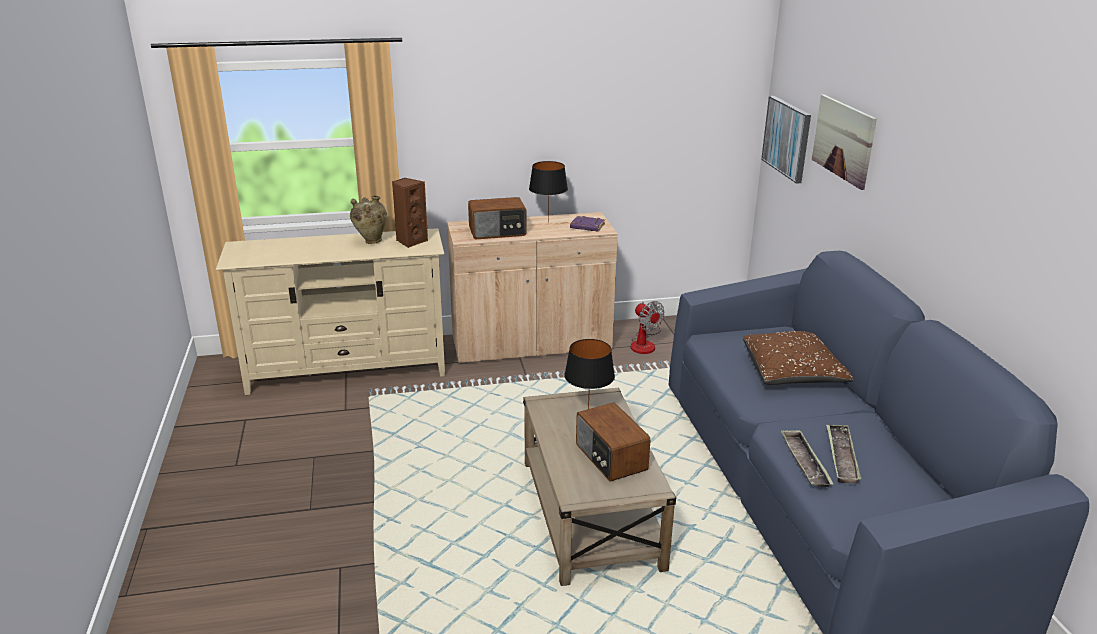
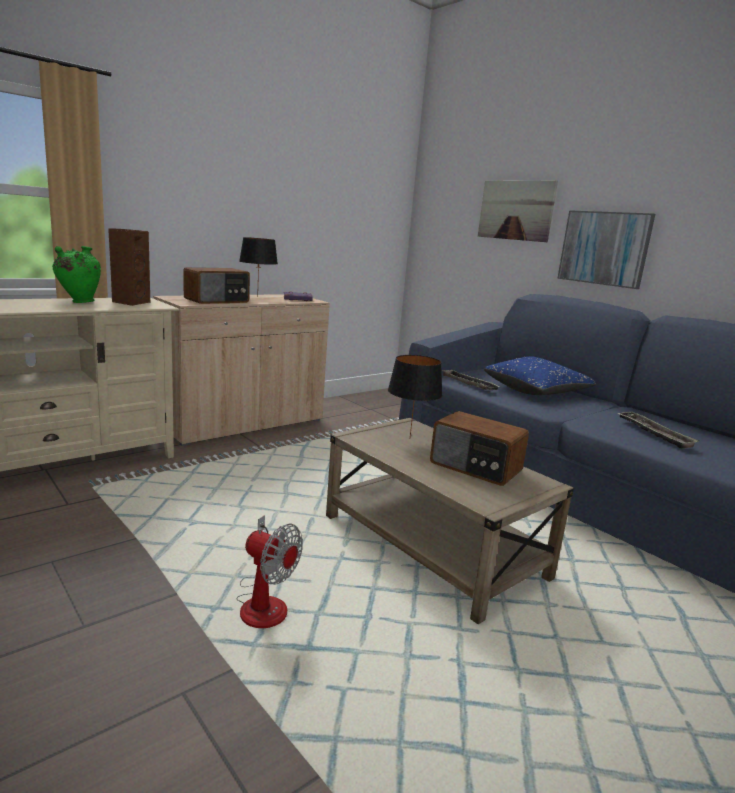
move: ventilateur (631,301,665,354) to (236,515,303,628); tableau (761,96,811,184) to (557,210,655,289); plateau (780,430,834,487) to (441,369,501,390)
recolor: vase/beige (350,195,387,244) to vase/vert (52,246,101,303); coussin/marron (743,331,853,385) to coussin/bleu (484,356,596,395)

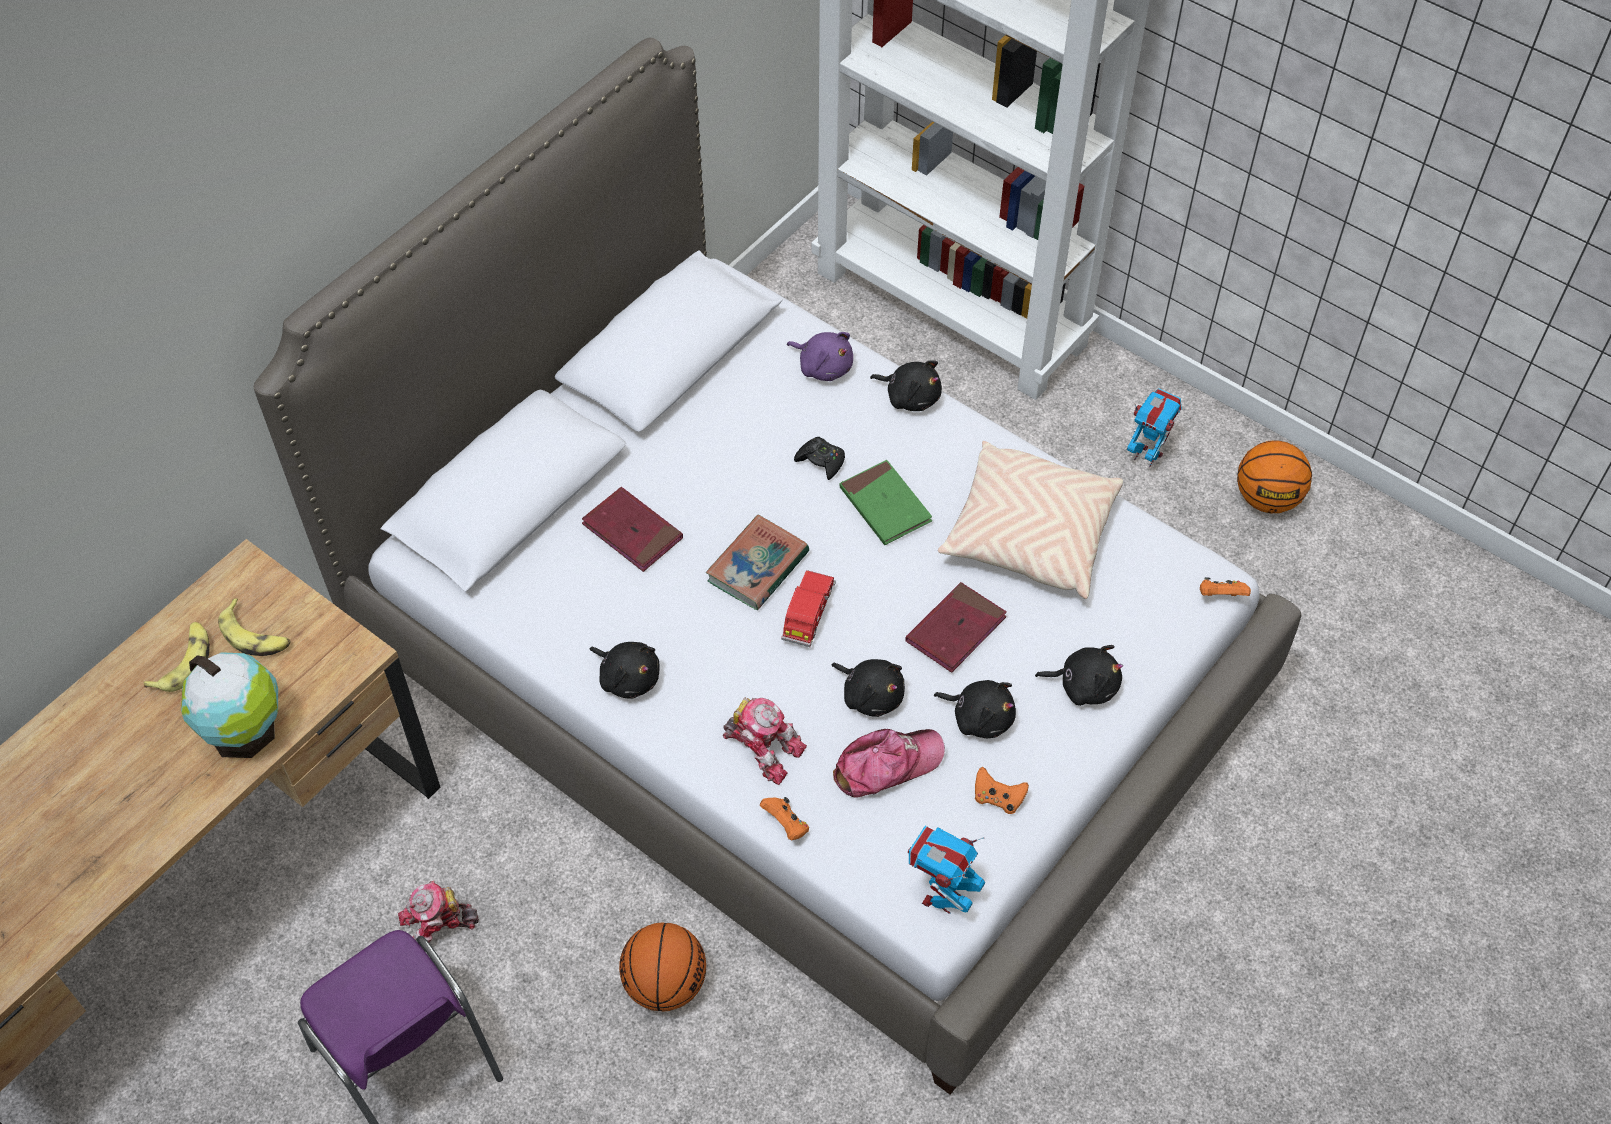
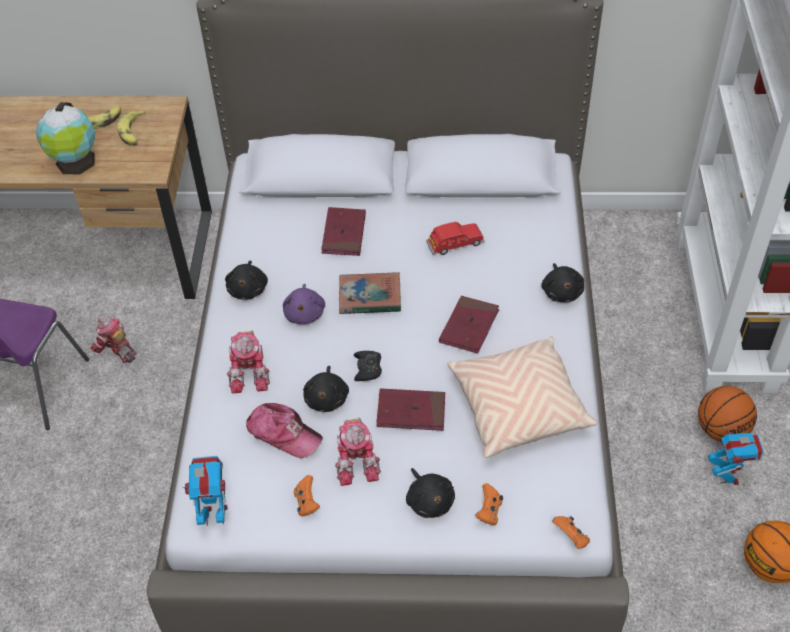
move: ballon de basket (619,923,706,1011) to (698,386,757,442); manette/orange (760,797,809,840) to (475,483,503,525); petite voiture/rouge (781,570,836,647) to (426,222,485,255); peluche/violet (787,332,853,381) to (283,284,325,325); manette/noir (794,437,845,480) to (354,351,382,381)
replace: peluche/noir (934,680,1016,738) to robot jouet (335,418,381,486)
recolor: livre/vert (840,460,932,545) to livre/rouge (439,296,499,354)

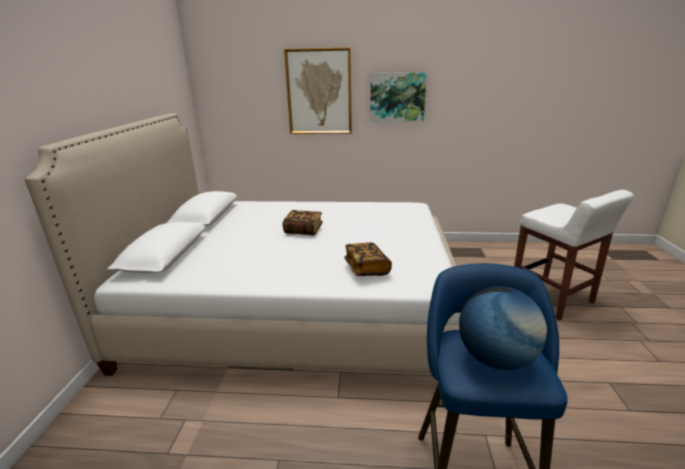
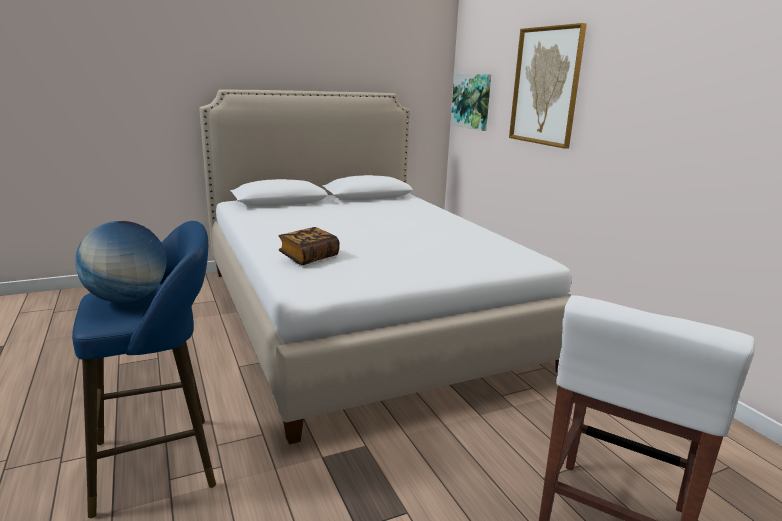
delete: livre (283,210,323,236)
move: tableau (370,72,427,122) to (451,74,491,131)

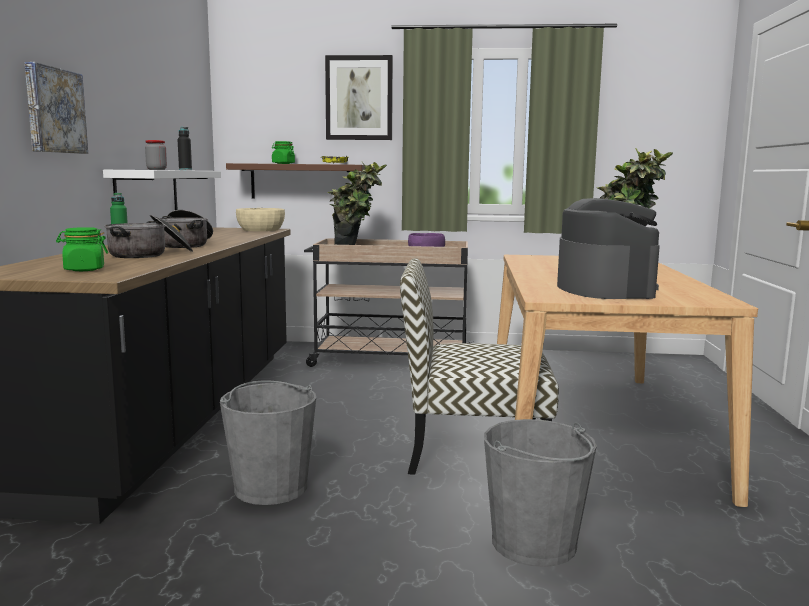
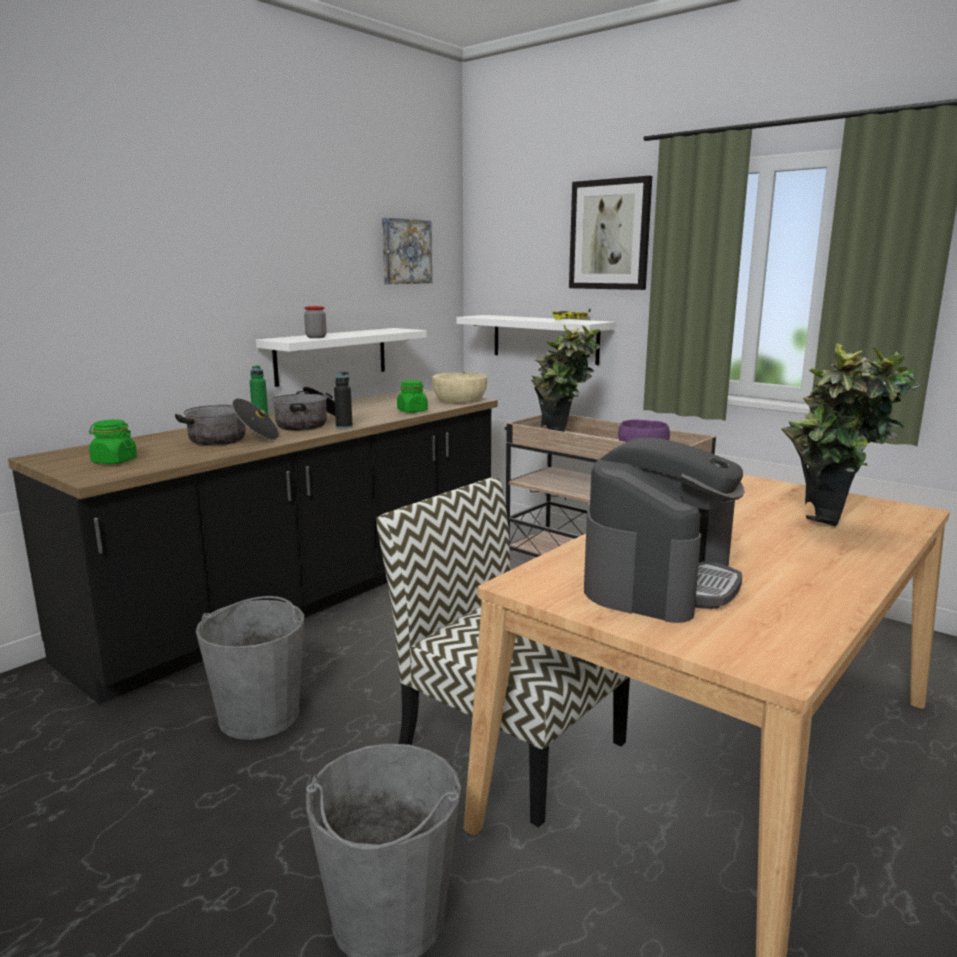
move: tableau (25,62,88,154) to (382,218,432,284); bouteille/noir (178,127,192,170) to (334,371,353,429); bocal/vert (272,141,295,164) to (397,380,428,413)
recolor: étagère/marron (226,163,367,198) to étagère/blanc (457,315,615,365)

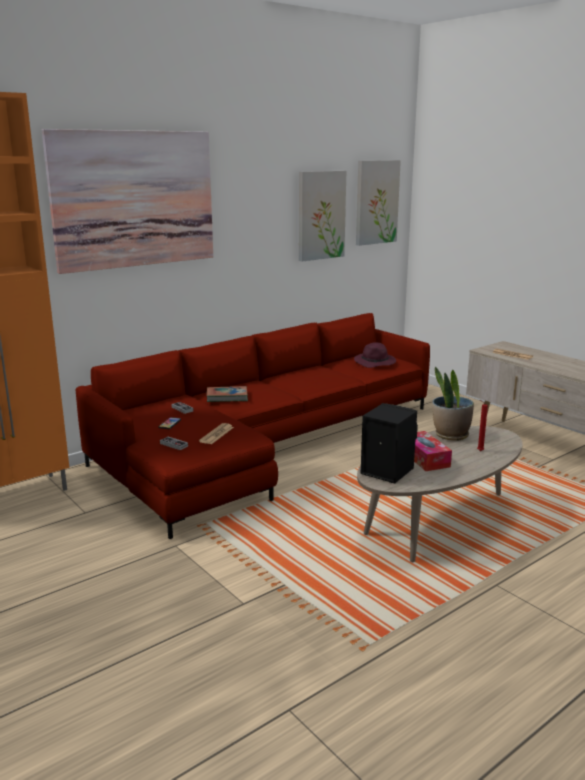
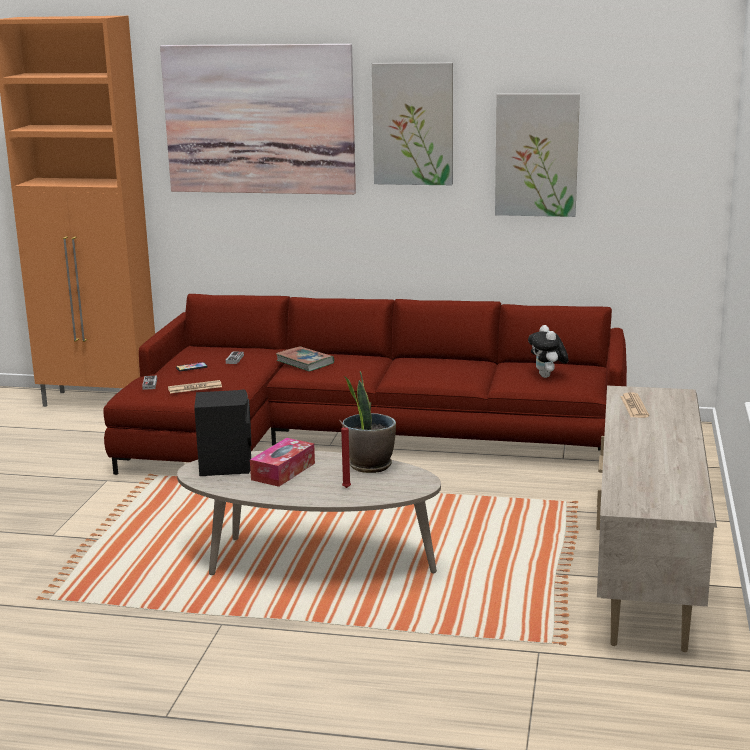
move: tableau (356,160,401,246) to (372,63,453,185)
replace: chapeau/violet (354,342,396,368) to peluche (528,325,569,378)

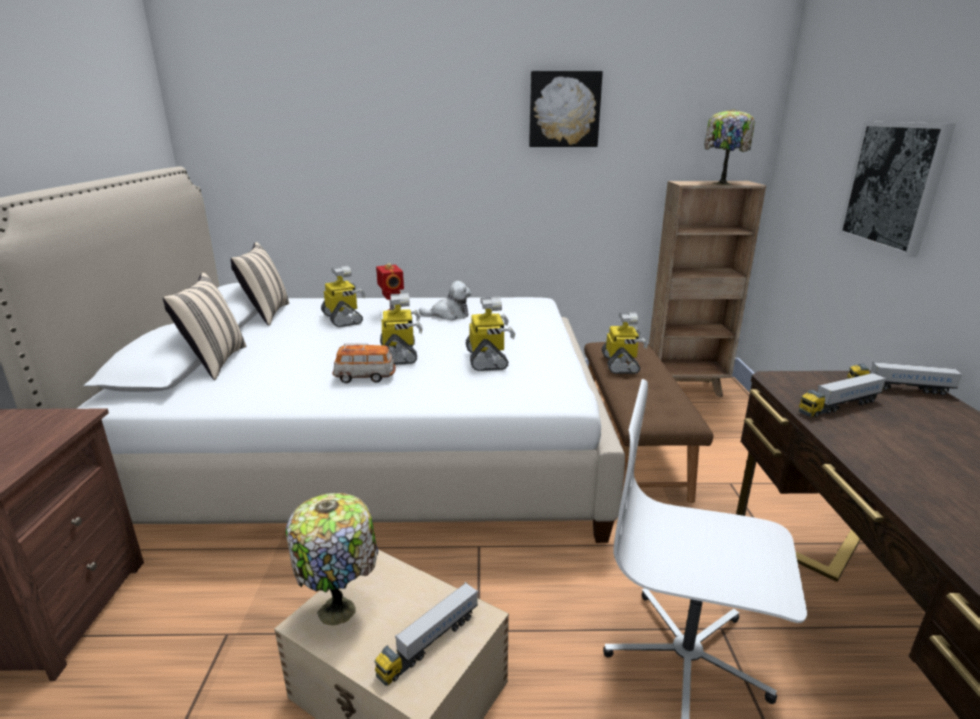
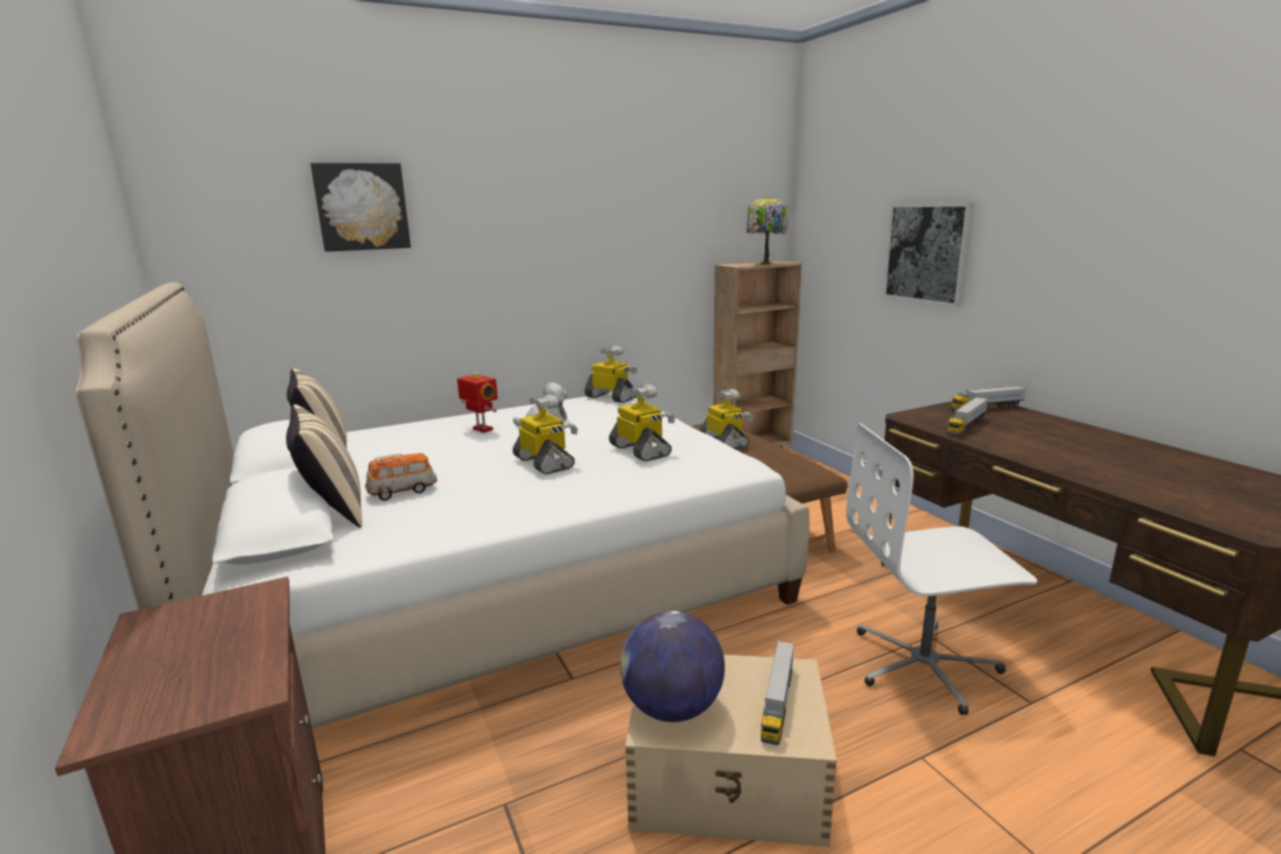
move: robot jouet (321,266,366,327) to (584,345,637,403); petite voiture (332,343,396,383) to (365,453,437,501); tableau (529,71,603,147) to (311,163,411,252)
replace: lampe de table (286,493,378,626) to globe (620,611,725,722)

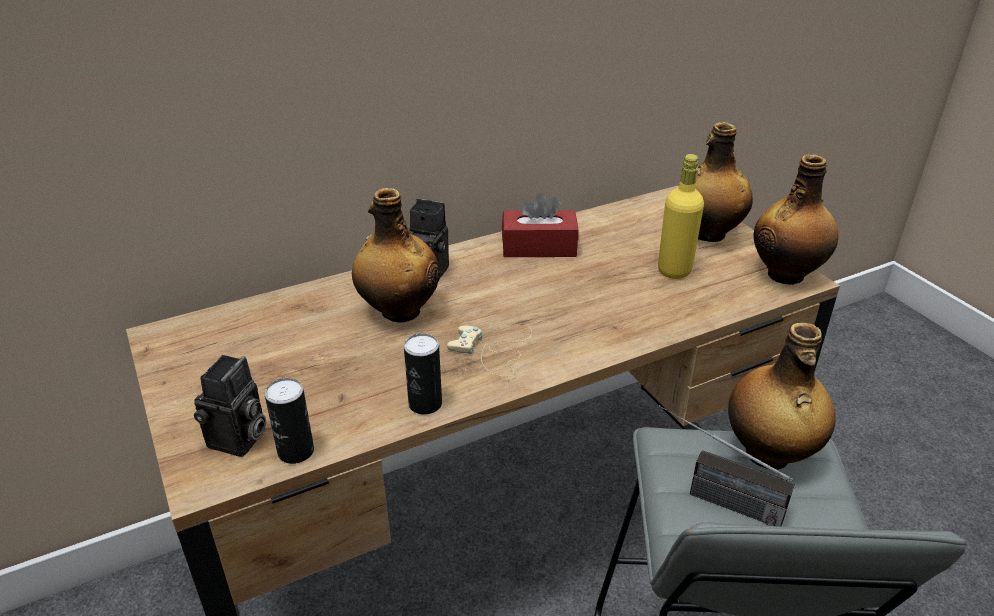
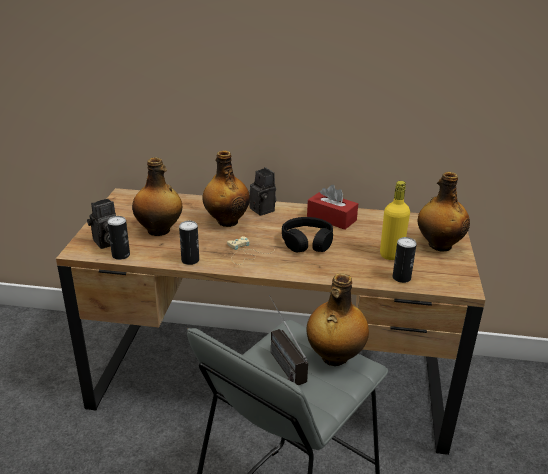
insert: casque audio/noir (282,217,333,253); boîte métallique (392,237,417,283)
move: bouteille (754,154,838,285) to (132,157,182,236)

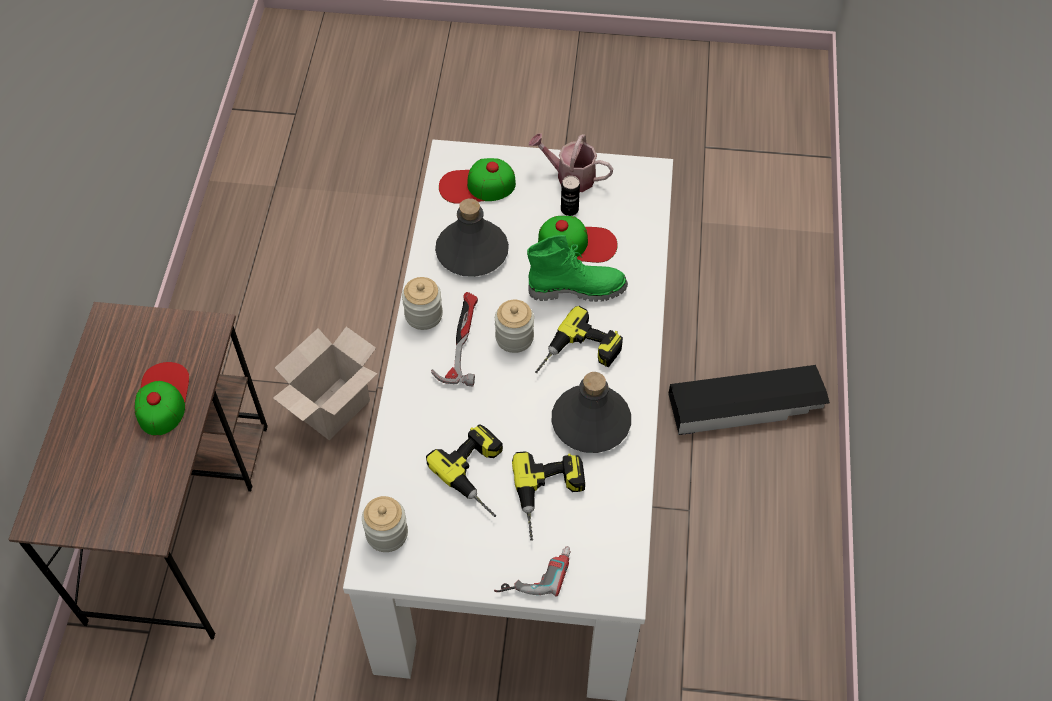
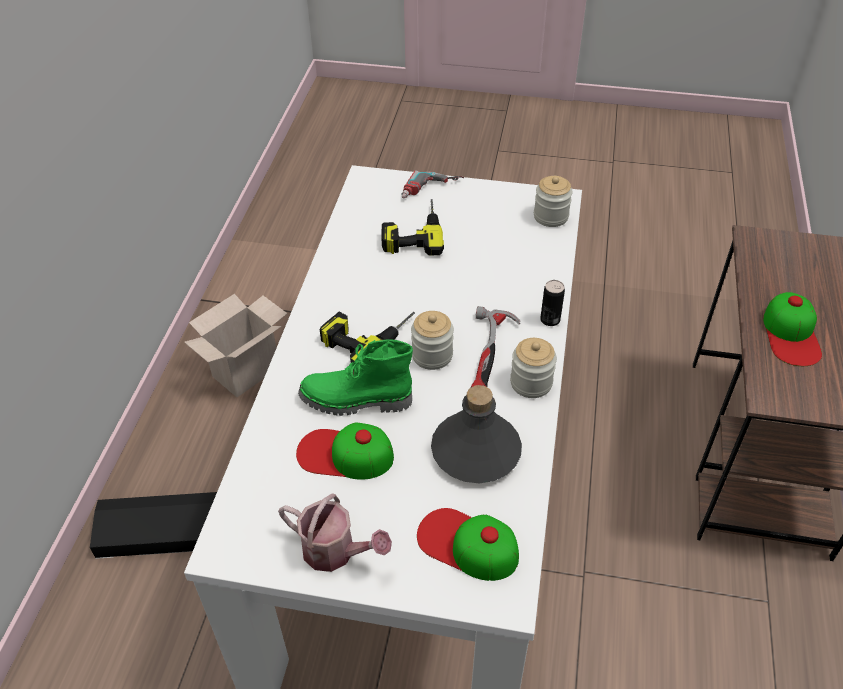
delete: perceuse (426,424,503,517); bouteille/gris (552,372,631,453)
move: carton (273,327,377,440) to (184,294,287,397); boîte métallique (561,176,580,216) to (540,280,565,326)
rotate: casquette (439,158,516,204) = (417,508,519,581) 150 degrees counterclockwise

